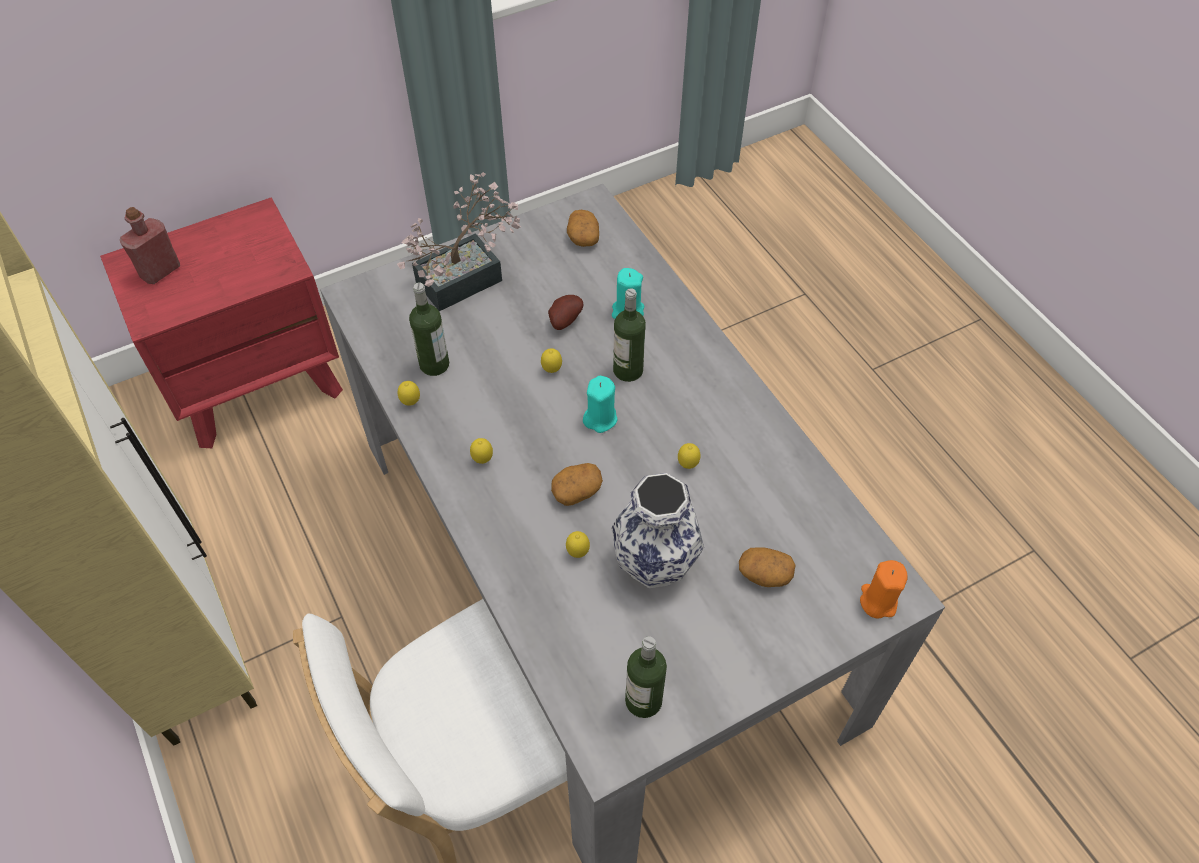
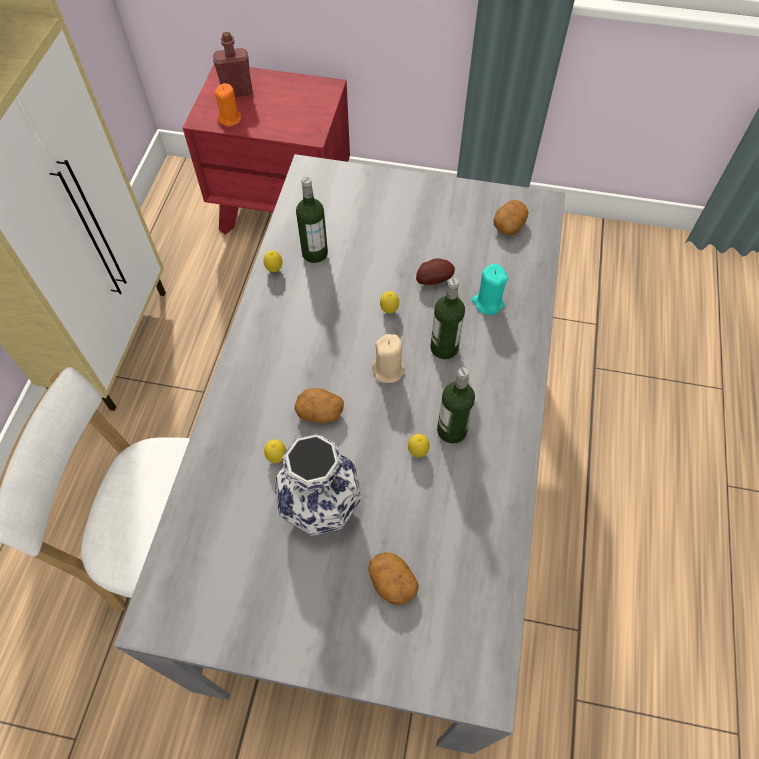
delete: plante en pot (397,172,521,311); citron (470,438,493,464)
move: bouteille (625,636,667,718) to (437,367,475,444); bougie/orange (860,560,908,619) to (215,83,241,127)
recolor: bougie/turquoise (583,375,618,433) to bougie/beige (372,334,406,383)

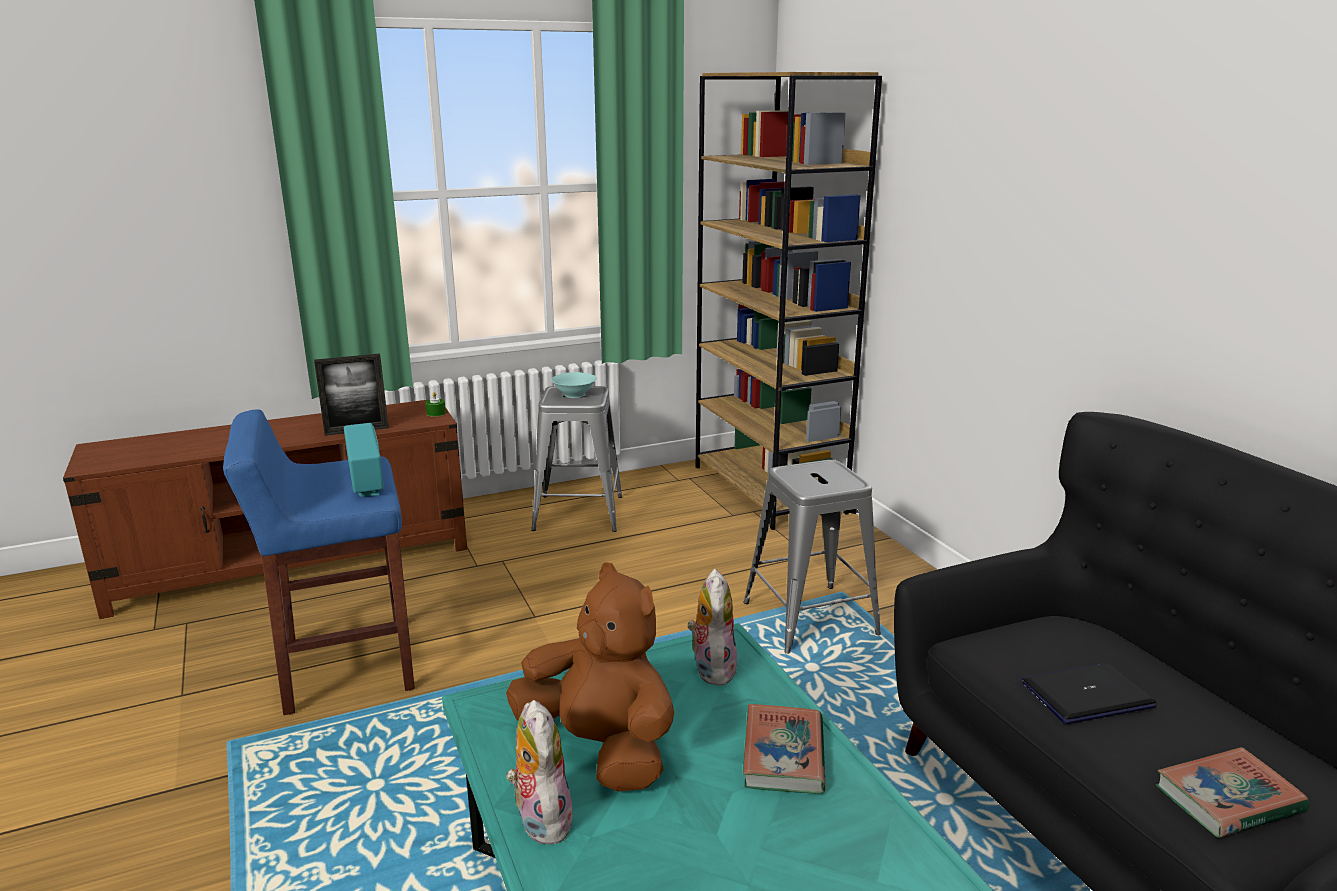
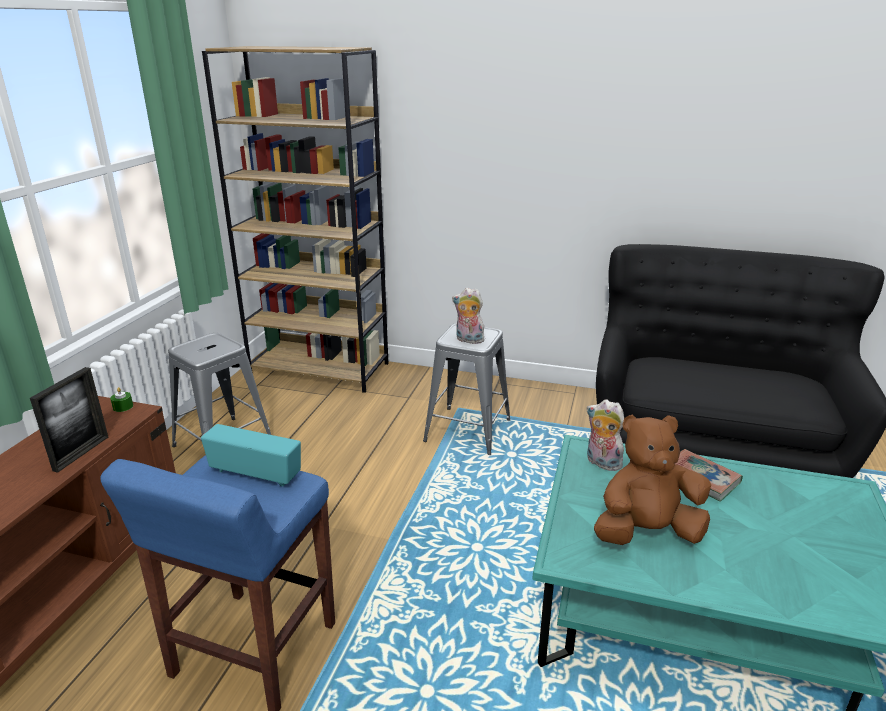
delete: bol/turquoise (551,372,597,398); ordinateur portable (1022,663,1156,724); livre (1156,747,1309,838)
move: peluche (506,700,575,844) to (452,288,486,344)

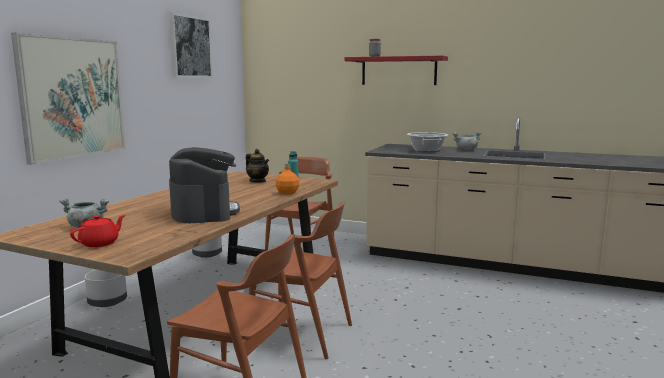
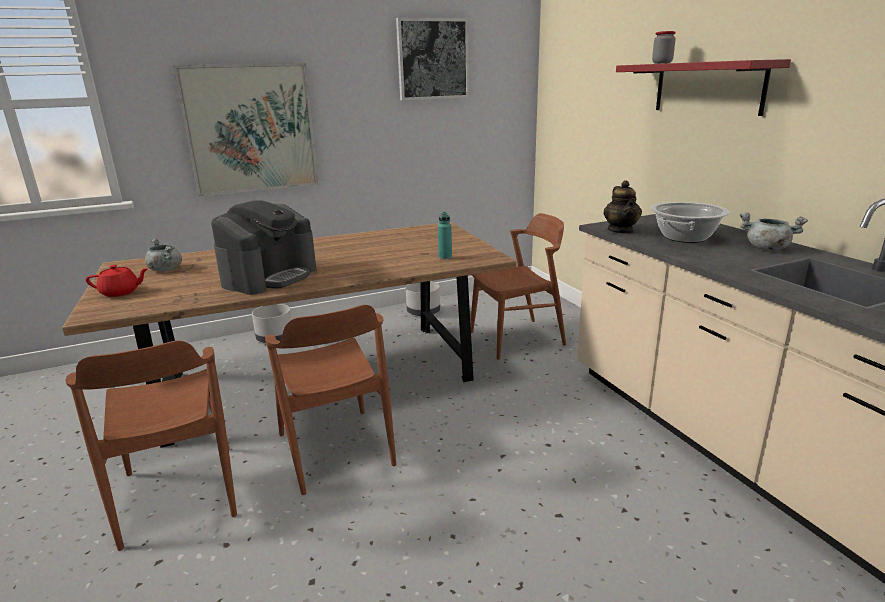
delete: bouteille/orange (276,164,299,195)
move: théière (246,149,269,183) to (603,180,642,234)

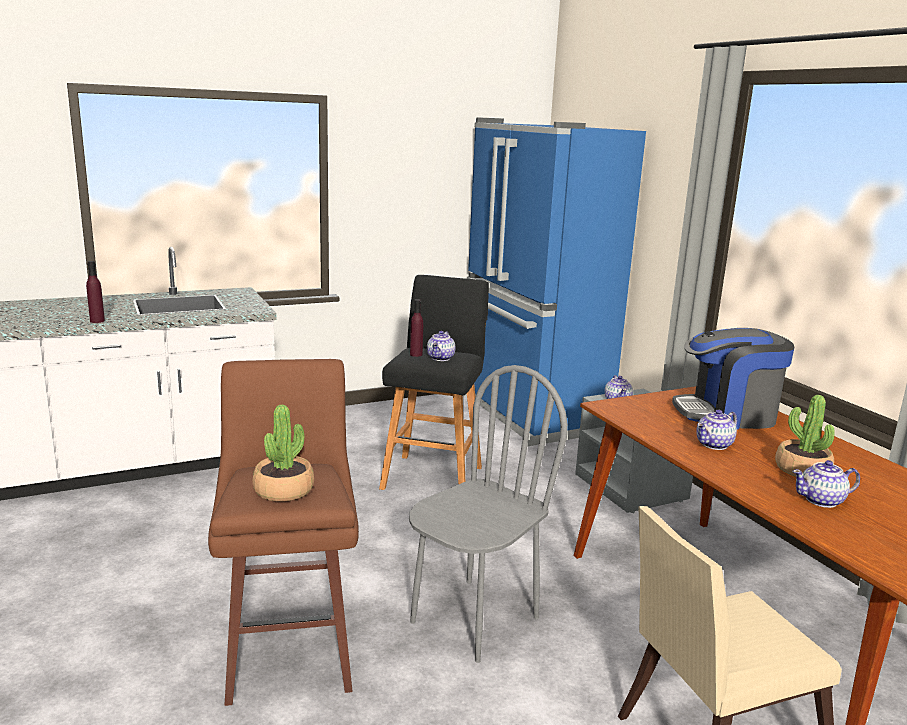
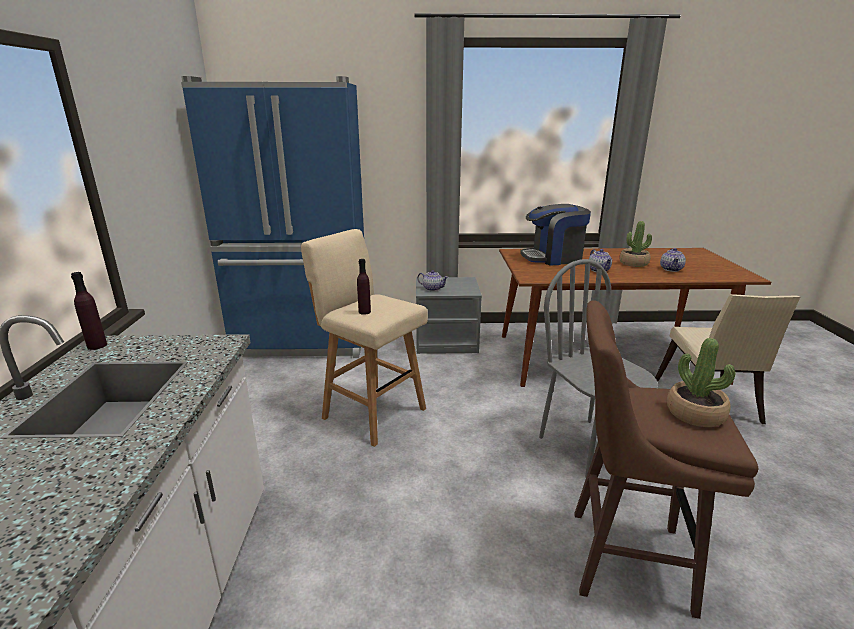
delete: théière (427,331,455,361)
move: bouteille/violet (86,261,105,323) to (71,272,107,350)
recolor: tabouret/noir (379,275,489,490) to tabouret/beige (301,229,428,447)
rotate: machine à café (672,328,794,430) = (520,204,591,266) 60 degrees clockwise

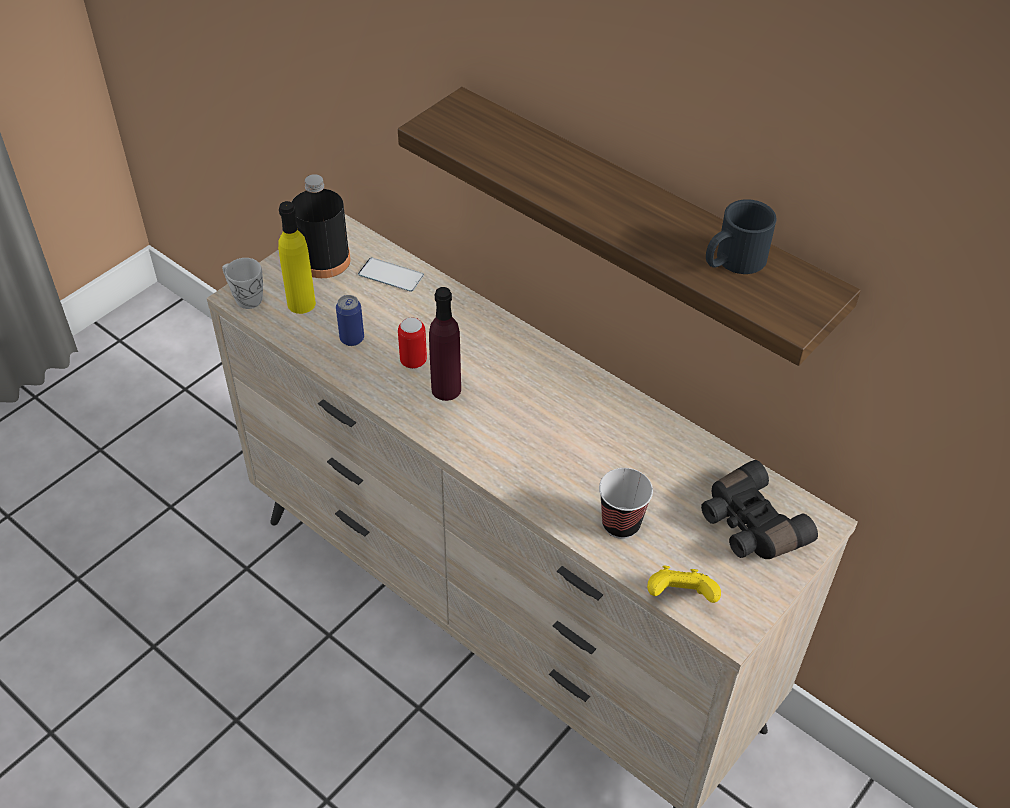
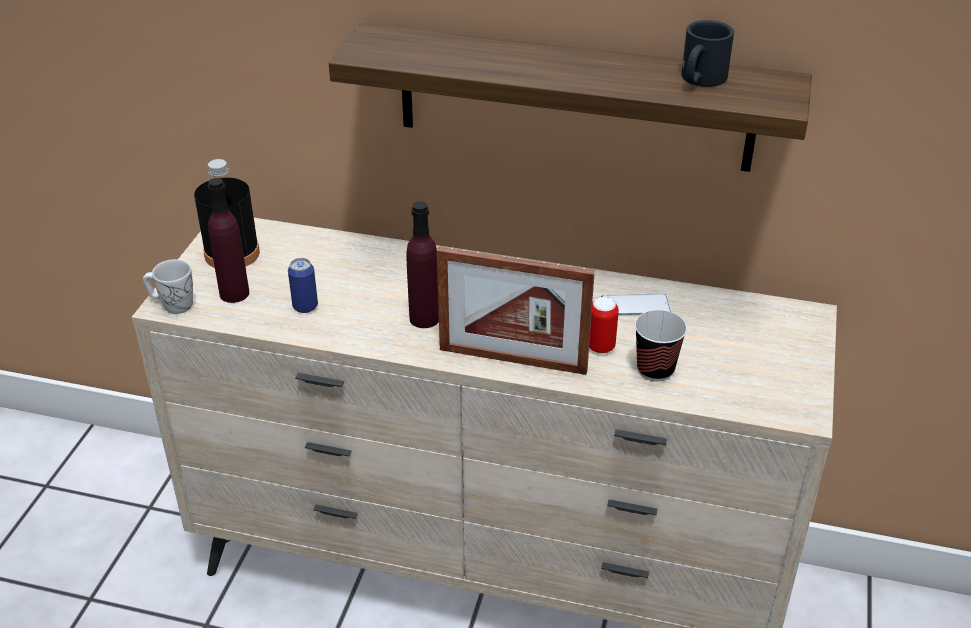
delete: manette/jaune (647,566,721,603); jumelles/noir (701,460,818,559)
insert: cadre photo (437,247,595,375)
move: téléphone (358,258,424,292) to (601,294,671,315); boîte métallique (398,318,427,369) to (589,297,619,353)
recolor: bouteille/jaune (278,201,316,314) to bouteille/violet (208,178,249,303)

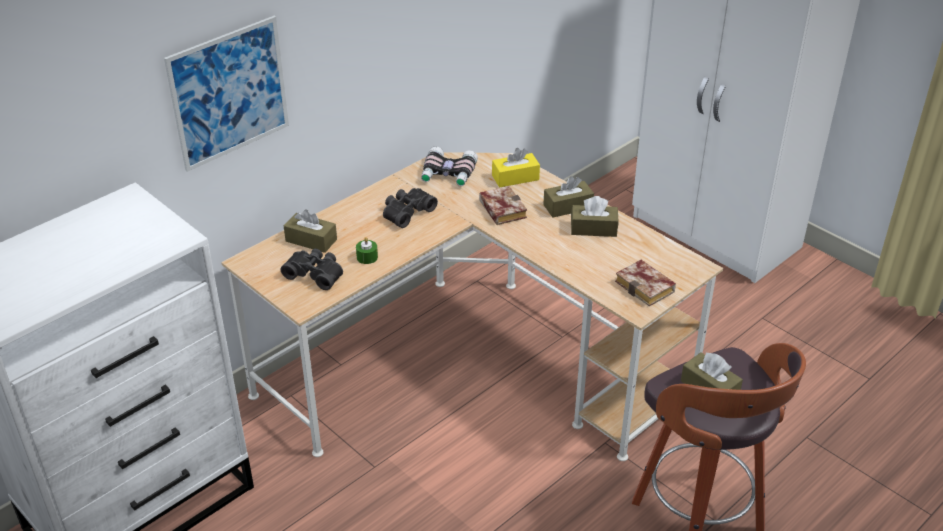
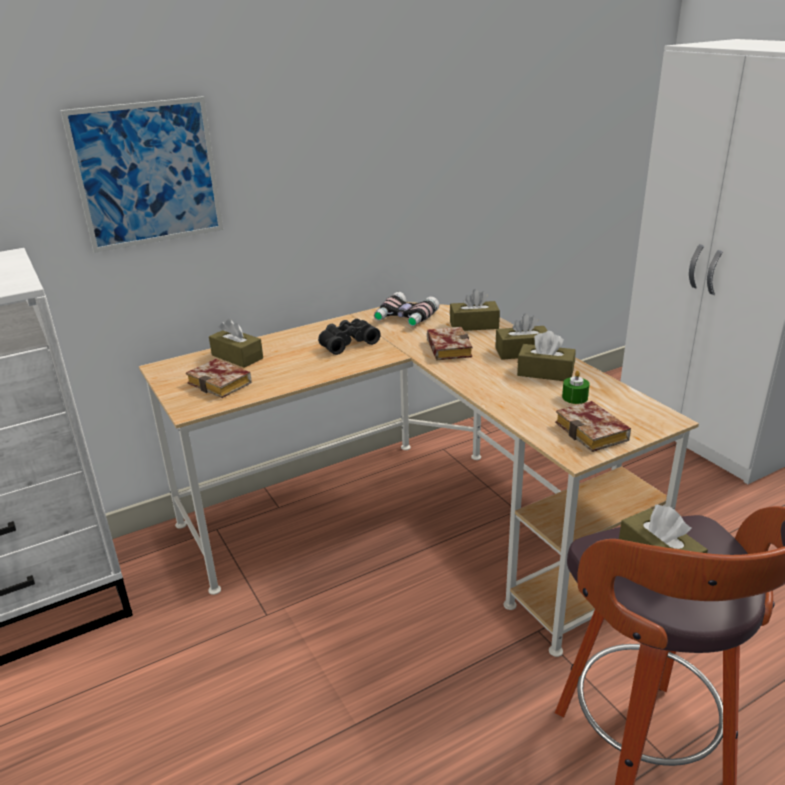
move: bougie/vert (356,237,378,264) to (562,370,590,404)
replace: jumelles/noir (281,248,343,290) to livre (186,359,252,398)
recolor: boîte à mouchoirs/jaune (492,148,540,188) to boîte à mouchoirs/marron (450,289,500,331)

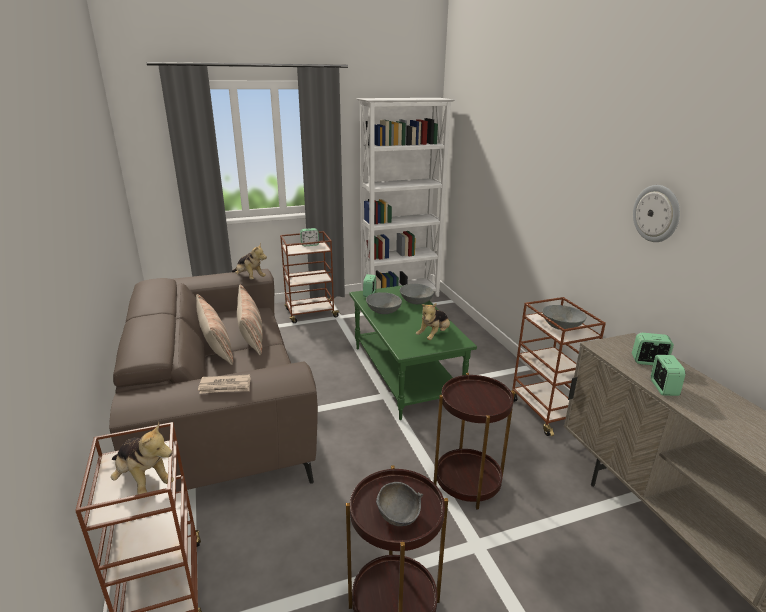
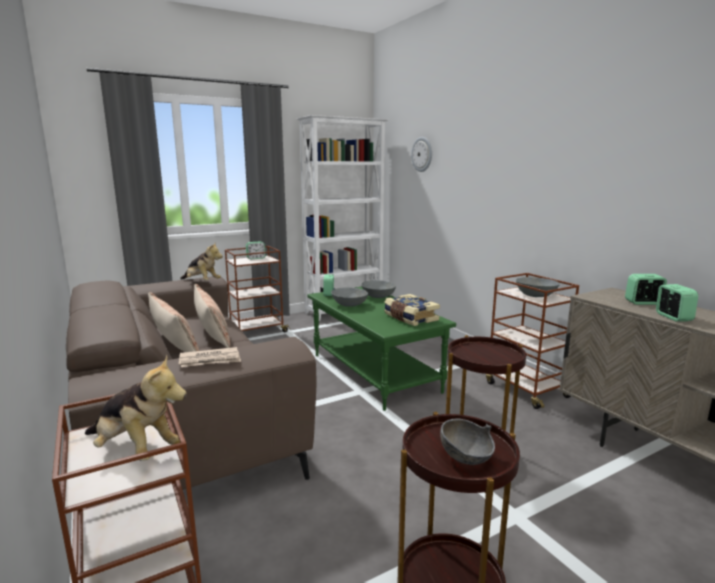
move: horloge murale (633,185,680,242) to (411,137,432,172)
replace: peluche (416,303,450,340) to livre (384,294,440,326)

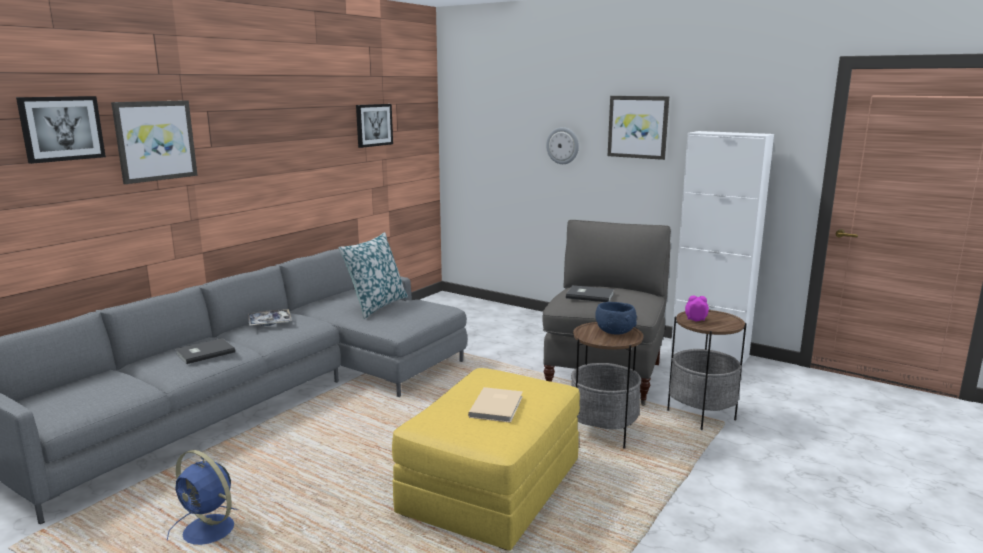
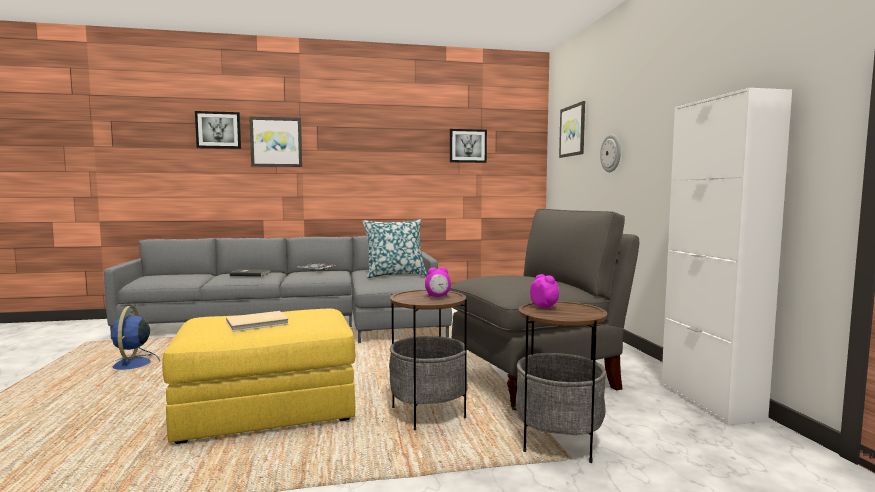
delete: livre/gris (566,285,614,302)
move: tableau (608,96,669,160) to (559,101,585,158)
replace: bol/bleu (595,302,637,335) to réveil (425,267,451,297)

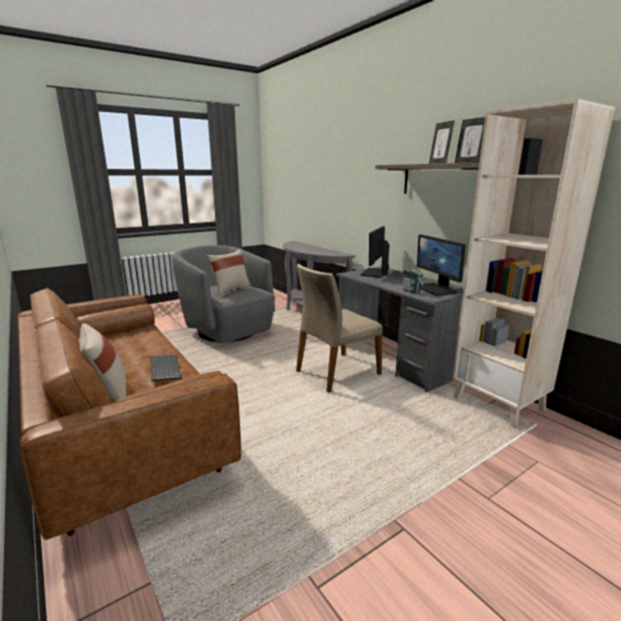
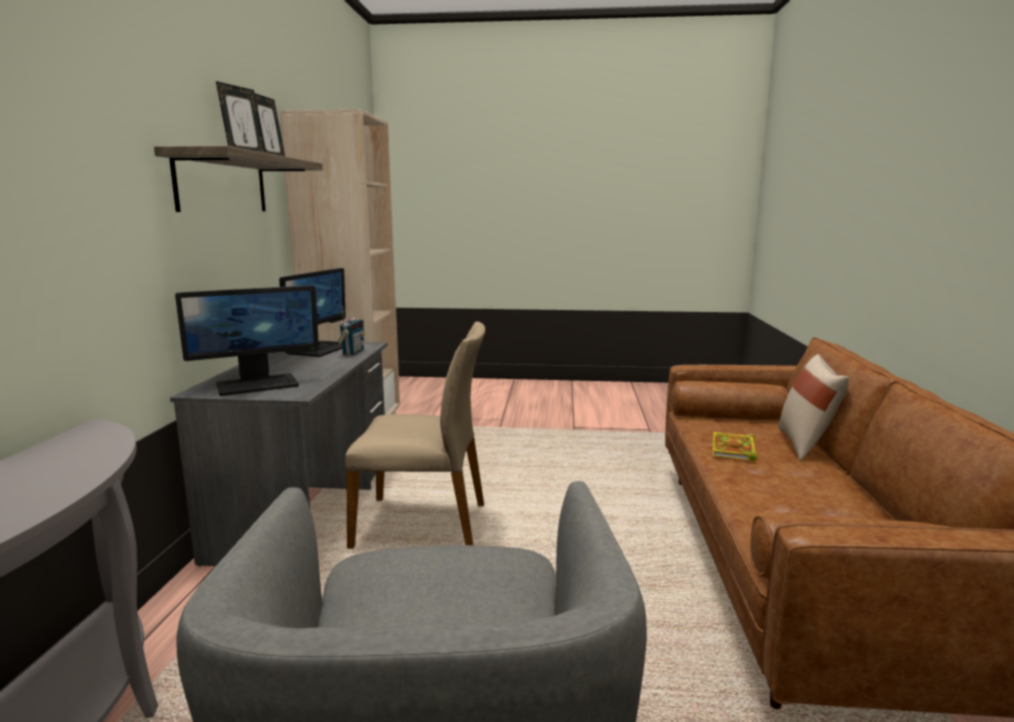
delete: coussin/beige (207,249,251,295)
replace: clavier (150,355,181,381) to livre (712,432,758,462)

